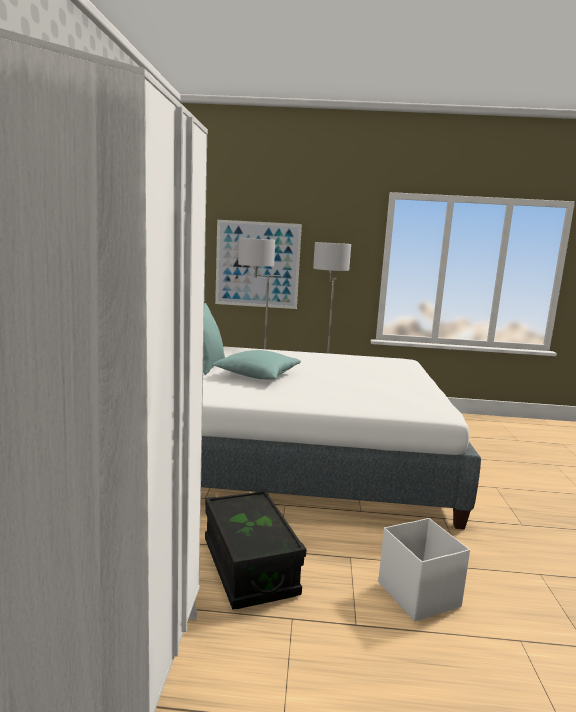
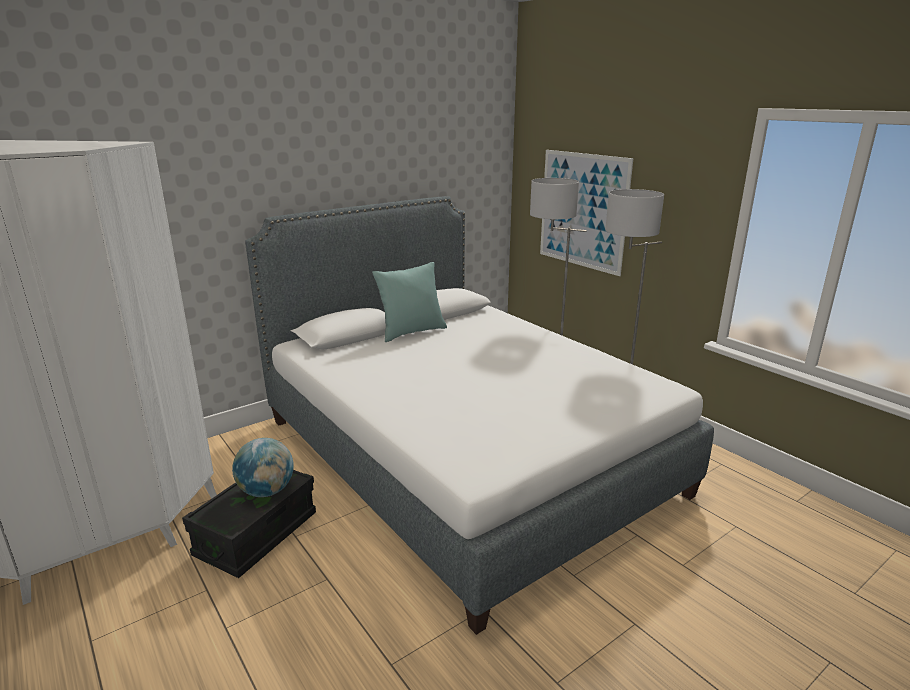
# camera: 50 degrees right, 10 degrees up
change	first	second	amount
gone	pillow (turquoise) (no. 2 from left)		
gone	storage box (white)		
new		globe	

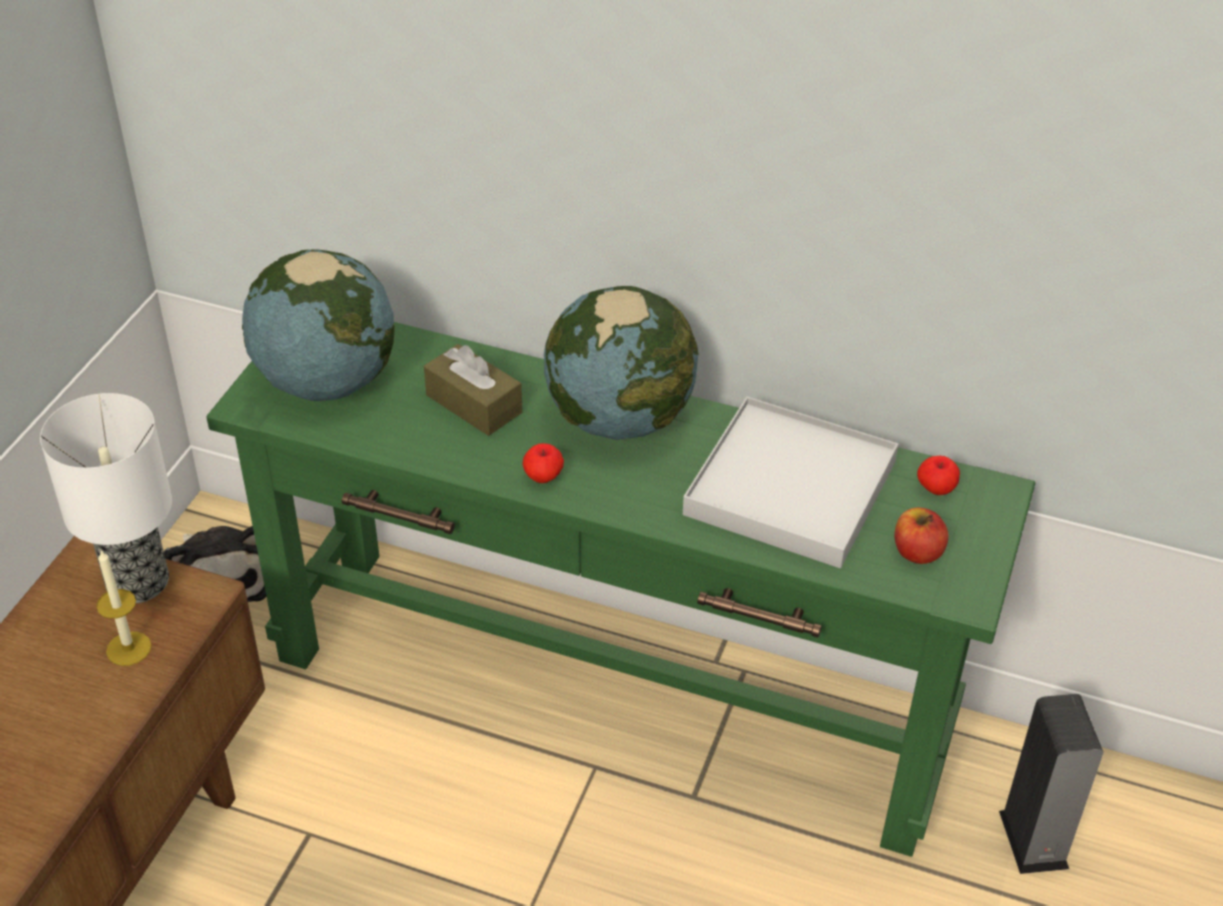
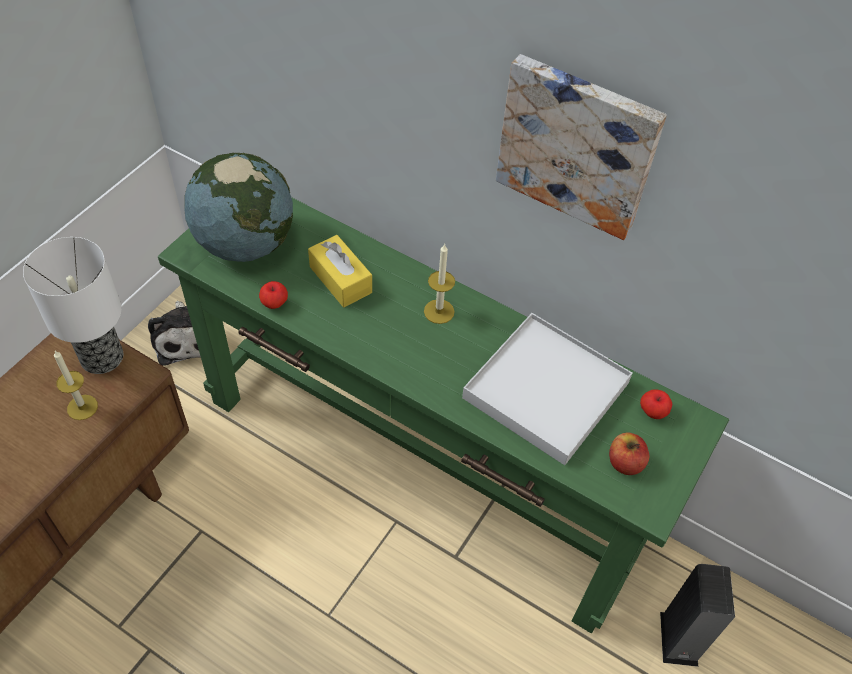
# camera: 10 degrees right, 10 degrees up
change	first	second	amount
new		picture	
shifted	apple (no. 1 from left)		
swapped	globe (no. 2 from left)	candle (no. 2 from left)	
repainted	tissue box (brown)	tissue box (yellow)	

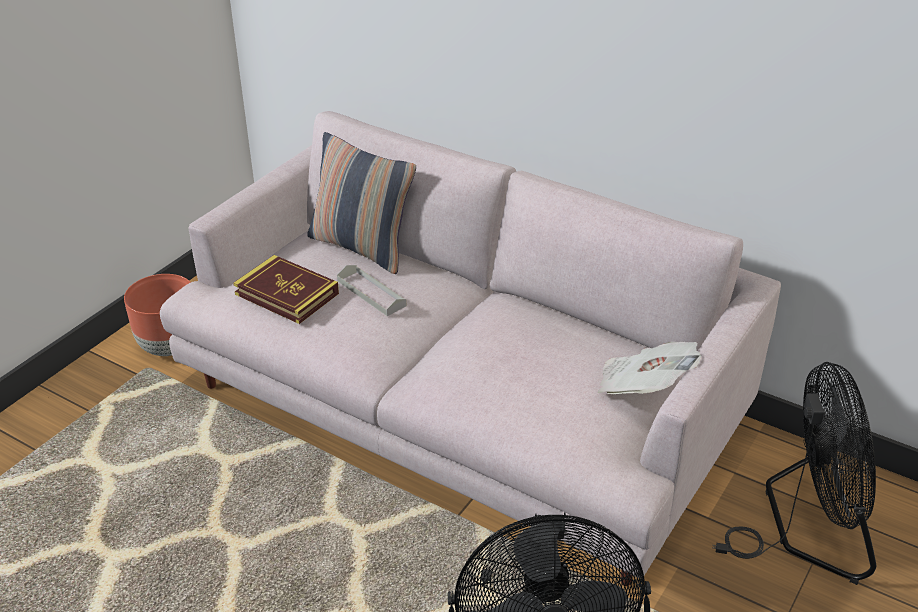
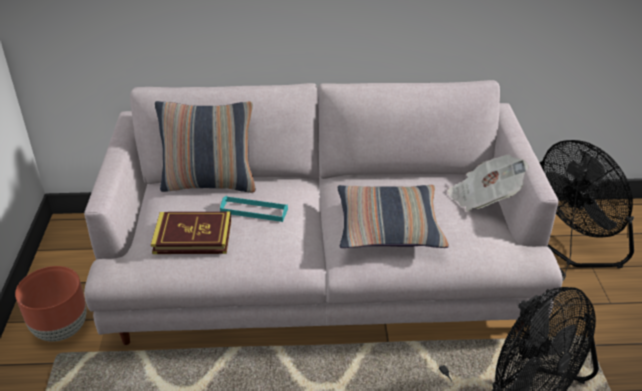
# camera: 35 degrees left, 0 degrees up
change	first	second	amount
new		pillow (no. 2 from left)	
repainted	tray (grey)	tray (turquoise)	

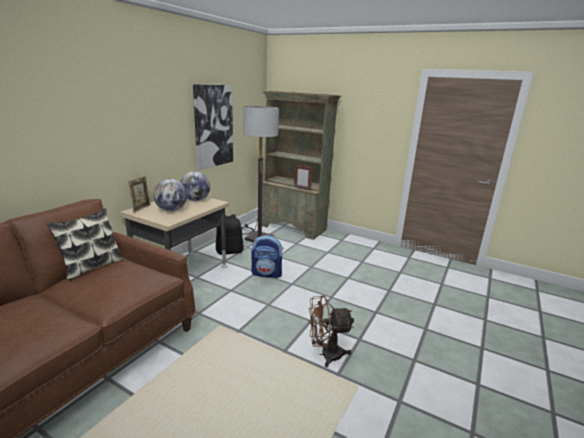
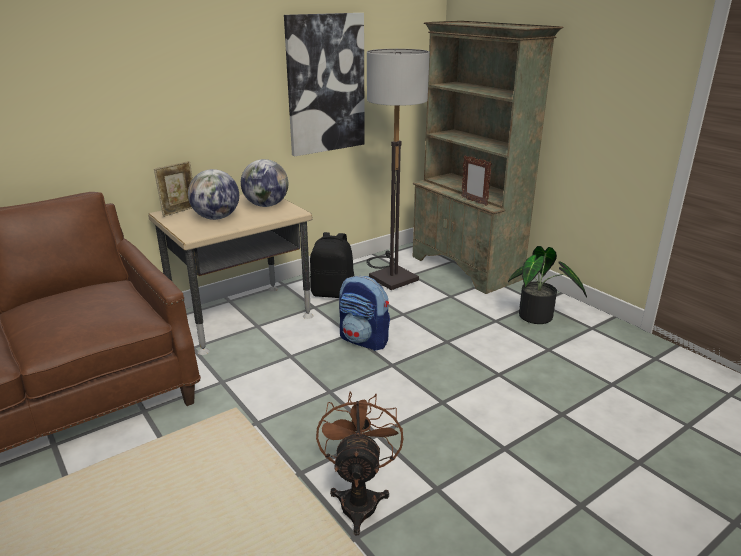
# camera: 25 degrees right, 5 degrees up
change	first	second	amount
gone	pillow		
new		potted plant	
rotated	fan (brown)		75 degrees clockwise

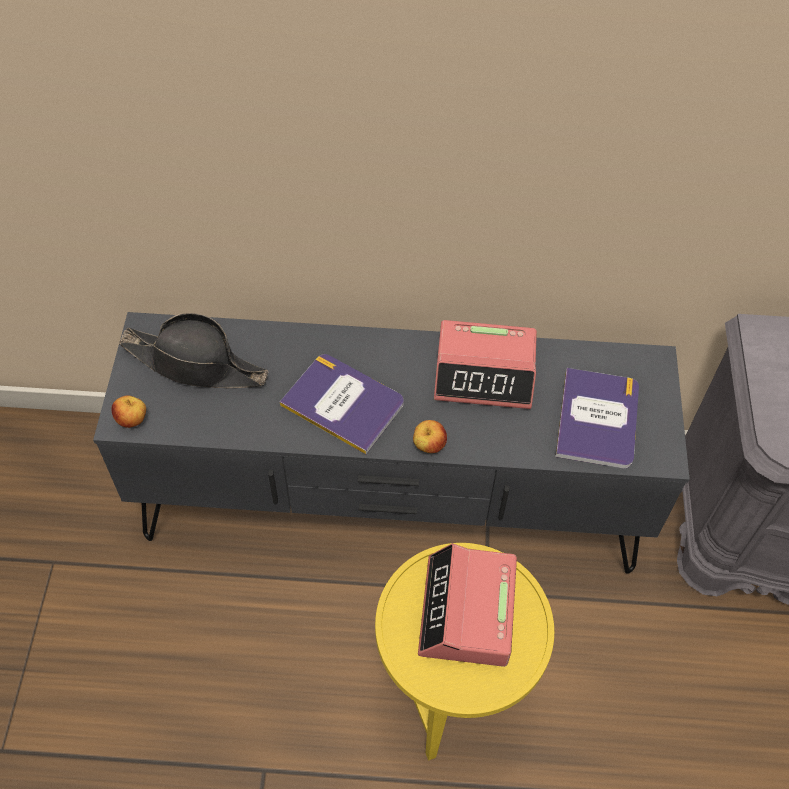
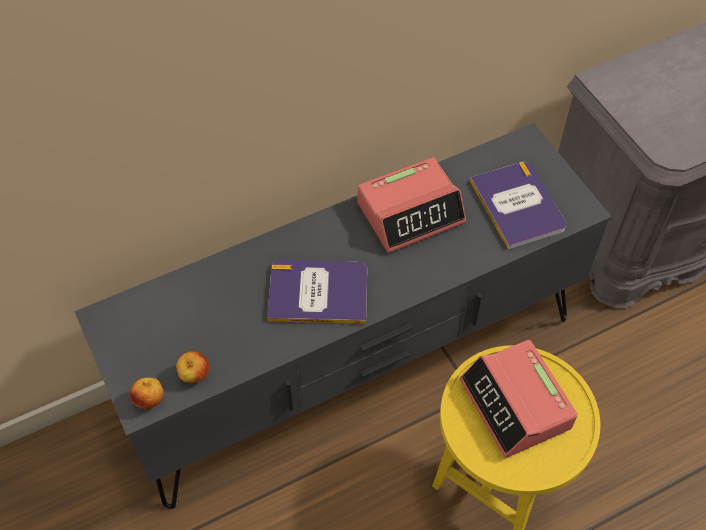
# camera: 30 degrees left, 0 degrees up
change	first	second	amount
gone	hat (black)		
shifted	apple (no. 2 from left)		

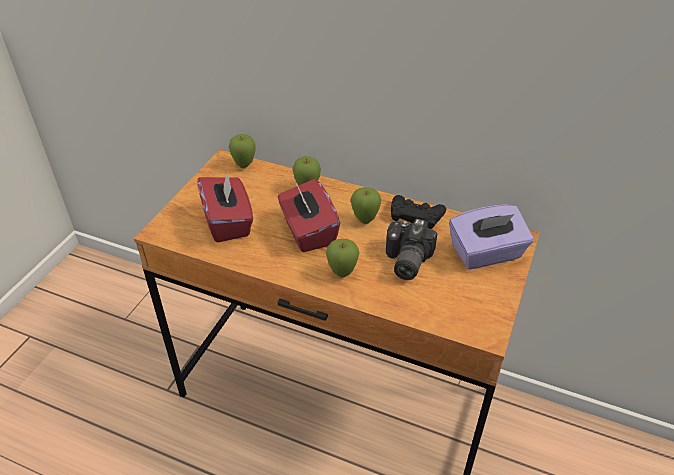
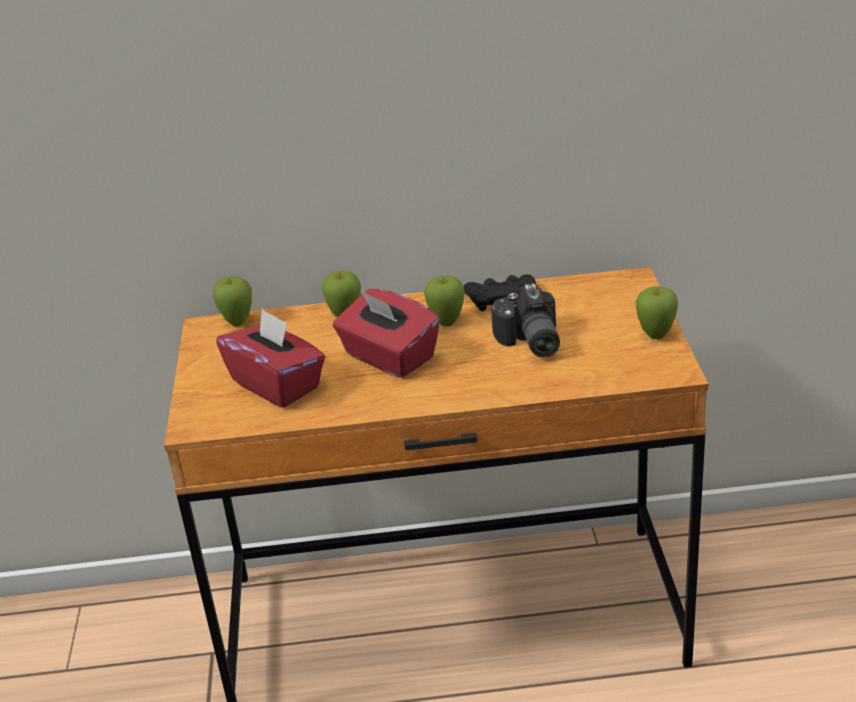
# camera: 25 degrees left, 10 degrees down
change	first	second	amount
gone	tissue box (purple)		
shifted	apple (no. 3 from left in the first image)	apple (no. 4 from left)	

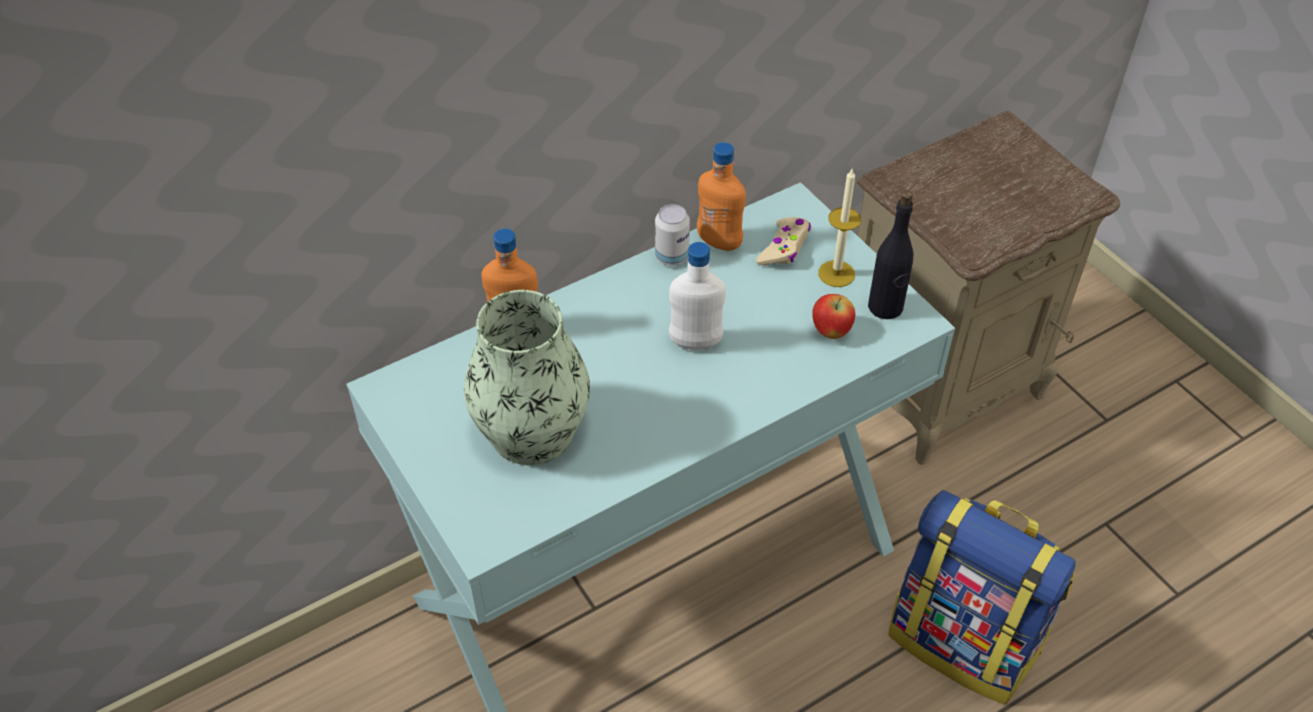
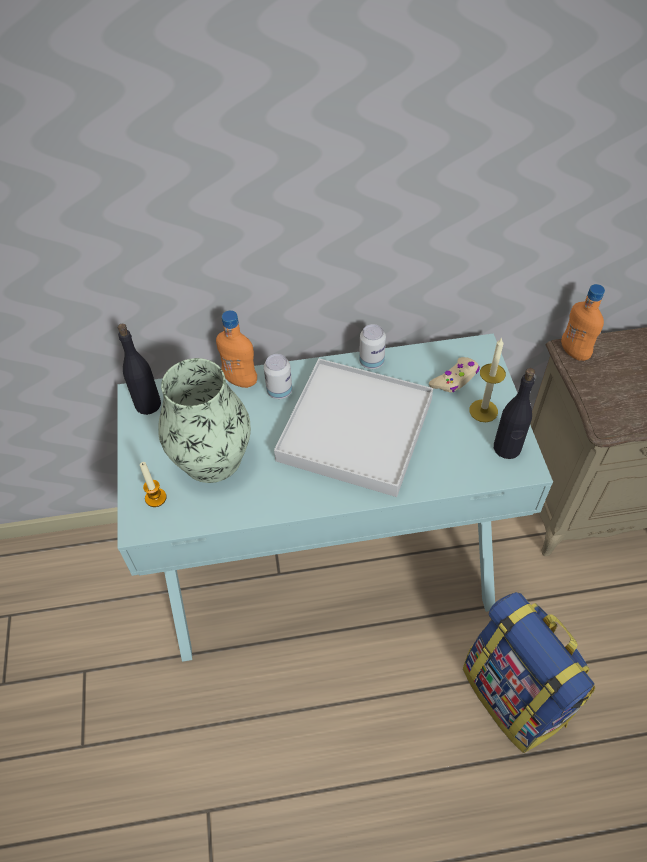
# camera: 25 degrees right, 5 degrees up
change	first	second	amount
gone	apple		
new		bottle (black) (no. 1 from left)	
new		candle (no. 1 from left)	
new		can (no. 1 from left)	
shifted	bottle (orange) (no. 2 from left)		
swapped	bottle (white)	tray (white)	

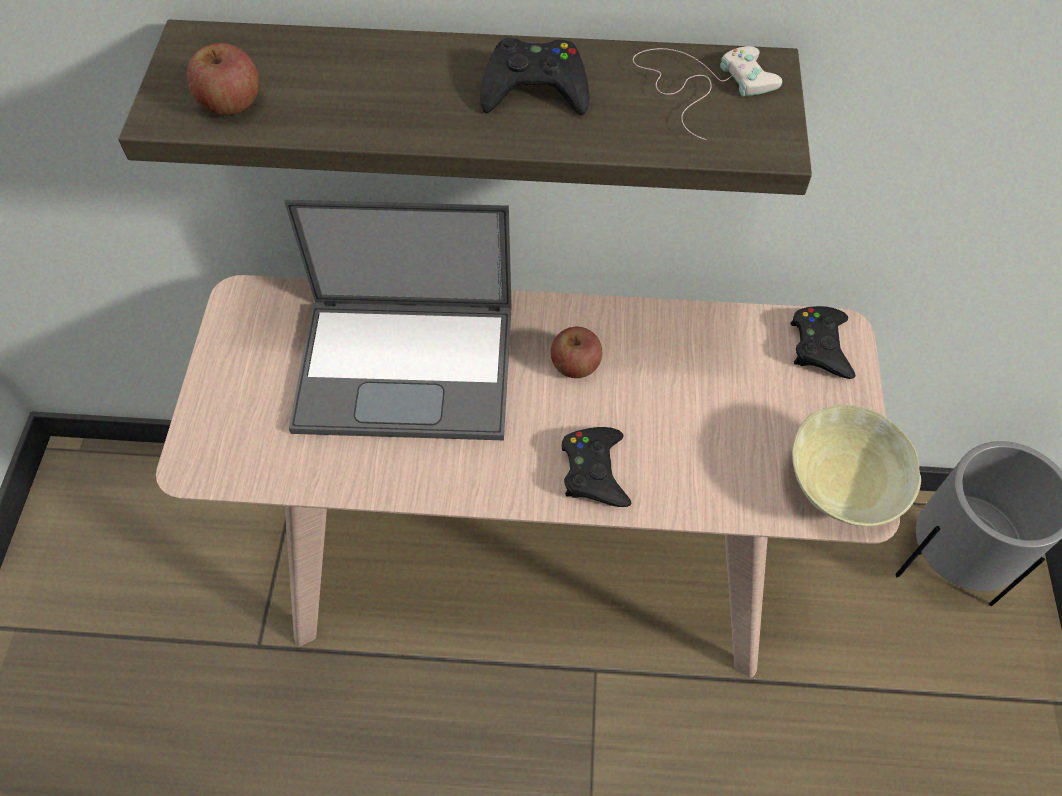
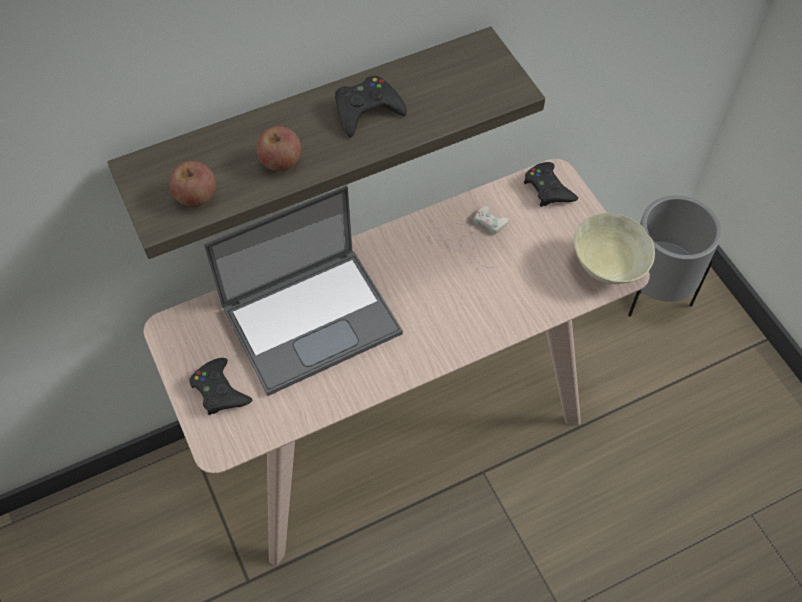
# camera: 30 degrees left, 0 degrees up
change	first	second	amount
shifted	apple (no. 2 from left)		
shifted	game controller (black) (no. 2 from left in the first image)	game controller (black) (no. 1 from left)	
shifted	game controller (white)		

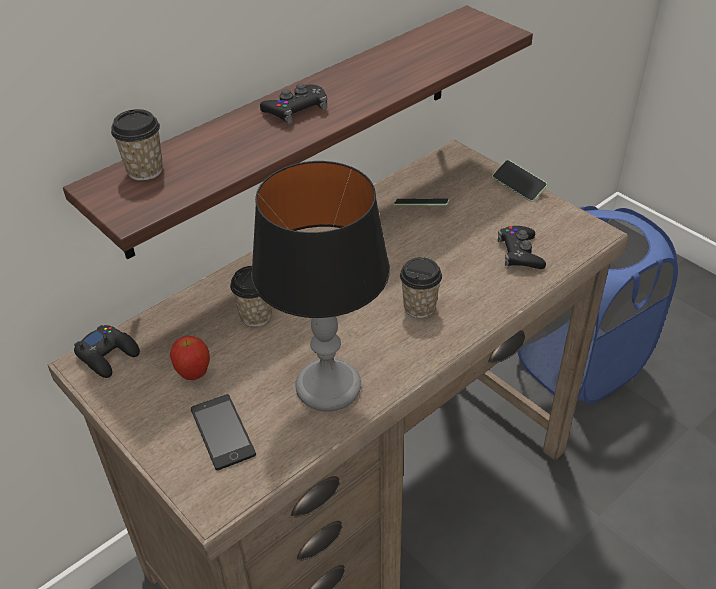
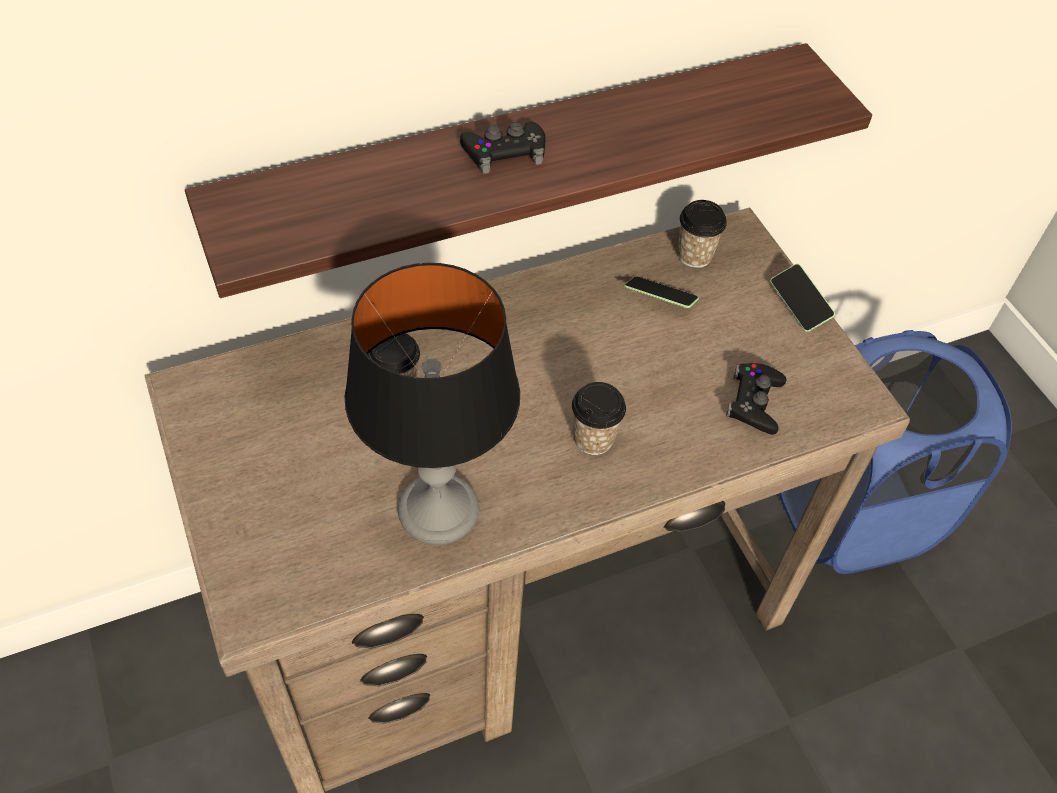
# camera: 15 degrees right, 10 degrees up
change	first	second	amount
gone	game controller (black) (no. 1 from left)		
gone	apple		
gone	phone (no. 1 from left)		
shifted	cup (no. 1 from left in the first image)	cup (no. 3 from left)	

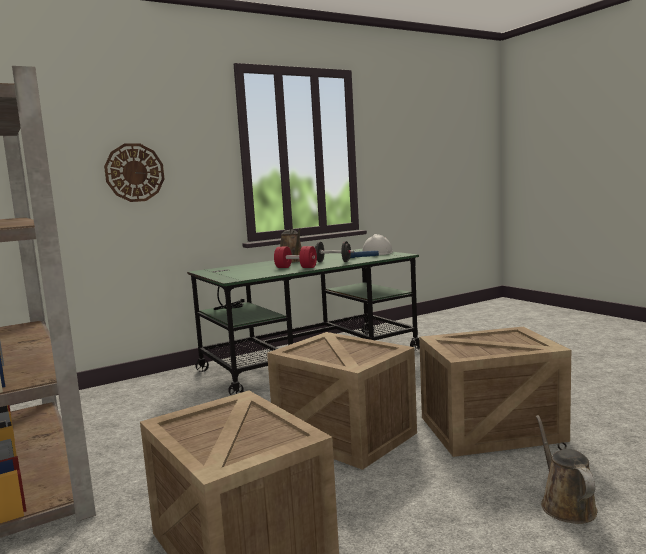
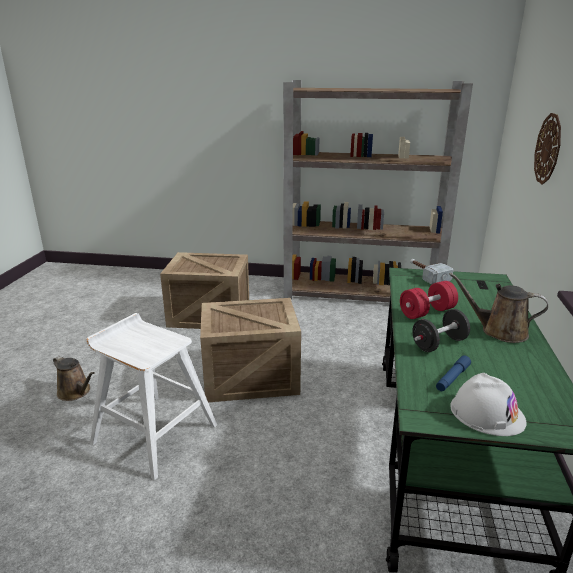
# camera: 130 degrees right, 15 degrees up
change	first	second	amount
new		hammer	
swapped	crate (no. 3 from left)	stool (white)	

